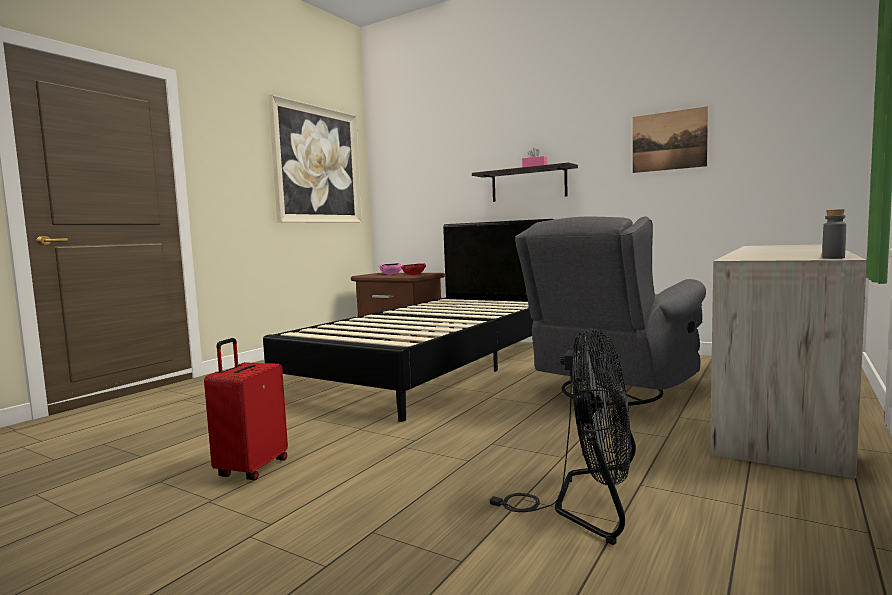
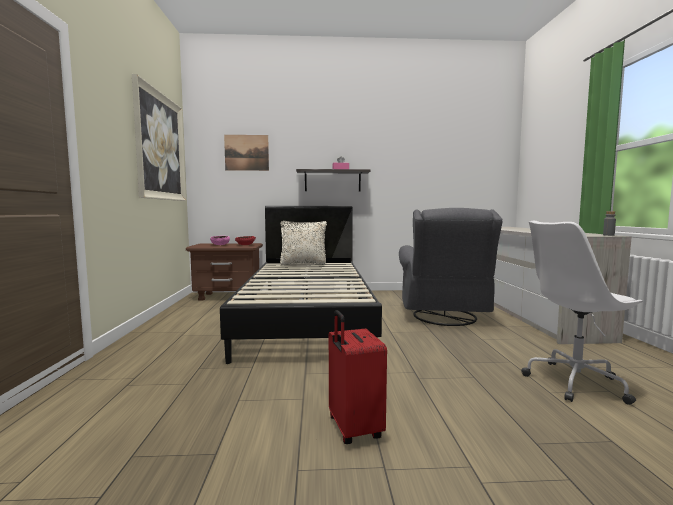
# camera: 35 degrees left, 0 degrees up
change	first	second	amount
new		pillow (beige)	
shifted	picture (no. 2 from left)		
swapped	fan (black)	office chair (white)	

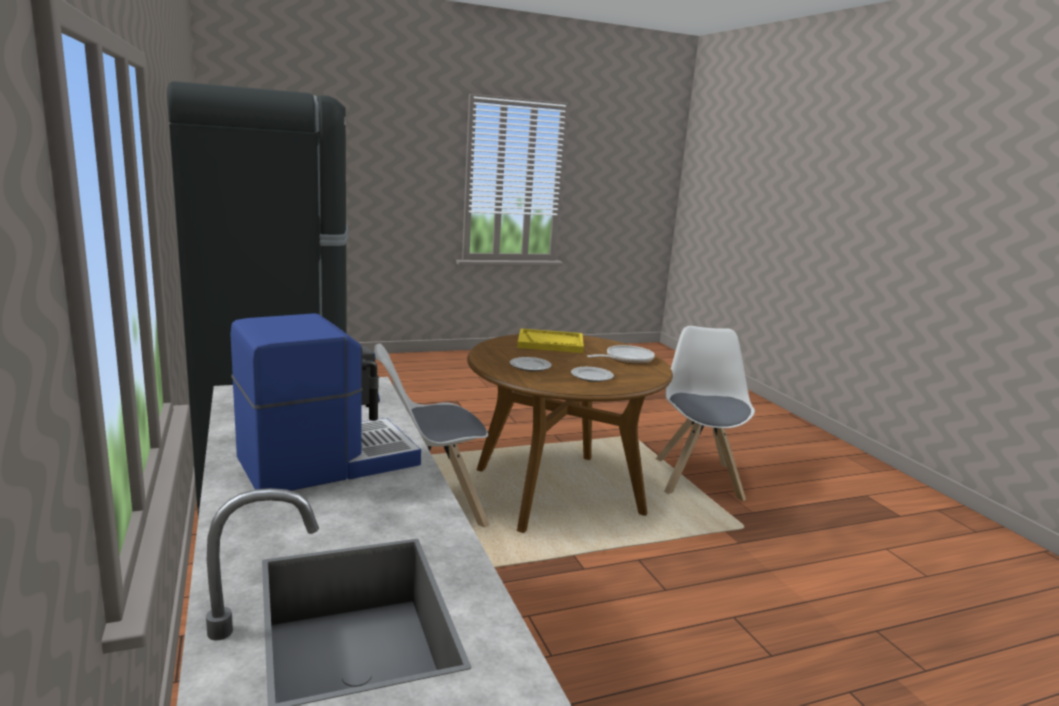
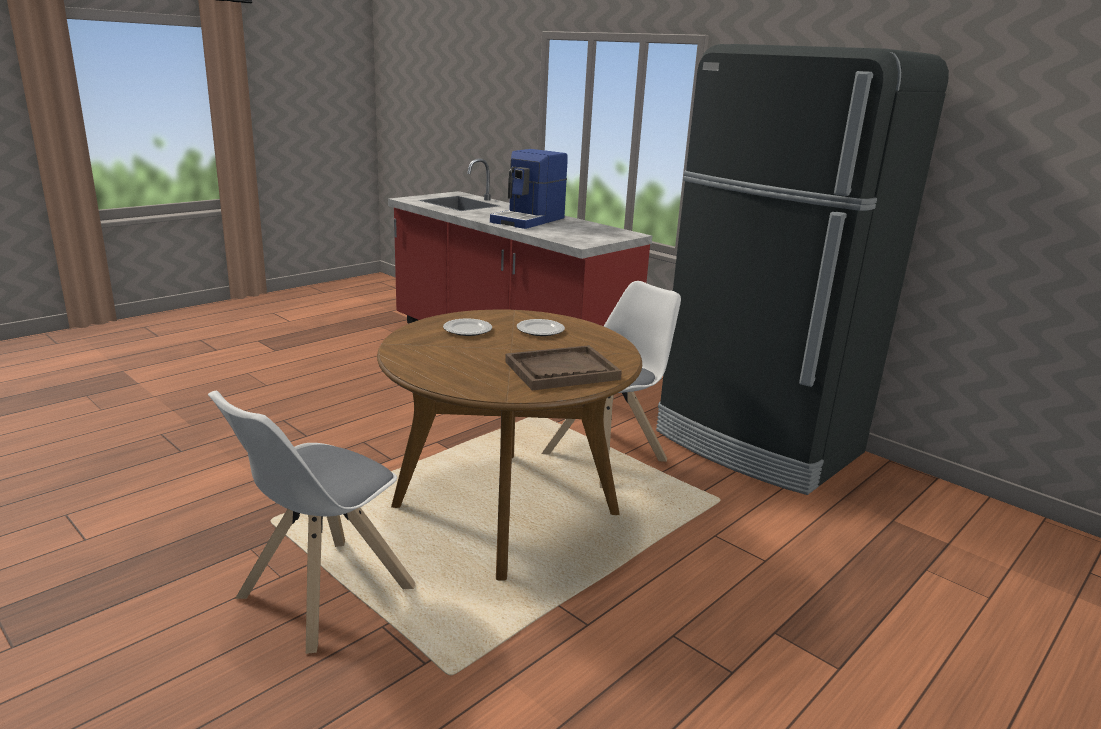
# camera: 155 degrees right, 5 degrees up
change	first	second	amount
gone	frying pan		
repainted	tray (yellow)	tray (brown)	
rotated	chair (no. 2 from left in the first image)	chair (no. 1 from left)	60 degrees clockwise

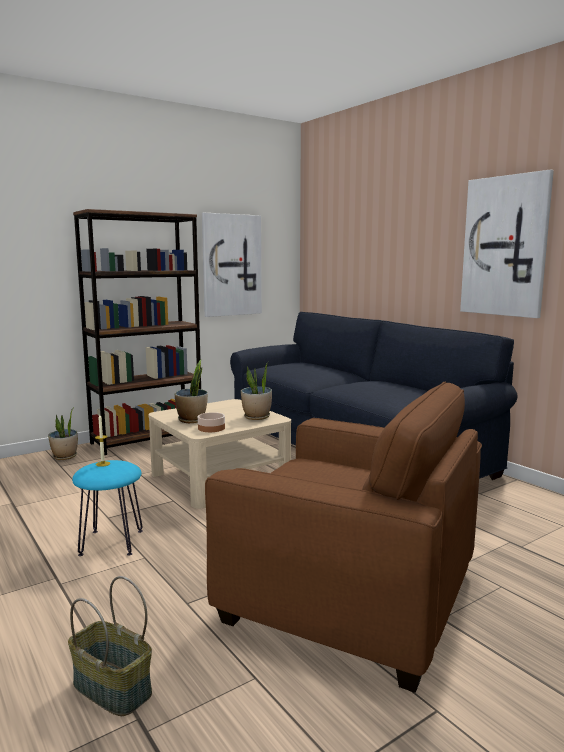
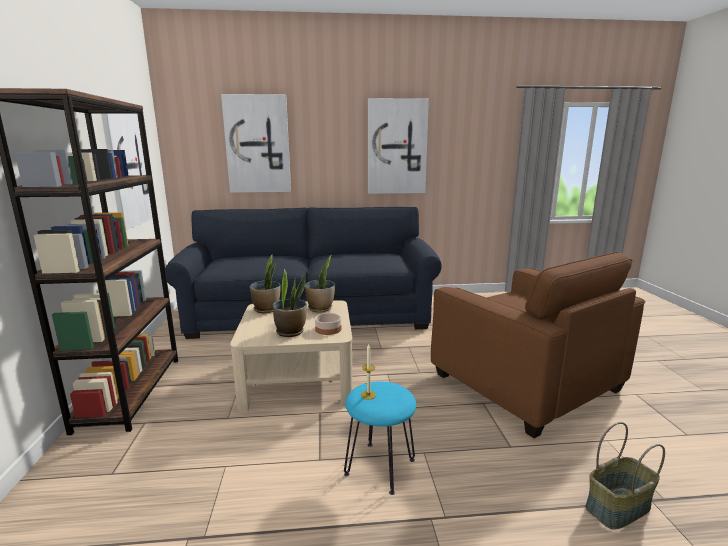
# camera: 60 degrees left, 5 degrees up
change	first	second	amount
new		picture (no. 2 from left)	
shifted	potted plant (no. 1 from left)		
rotated	armchair (brown)		90 degrees clockwise

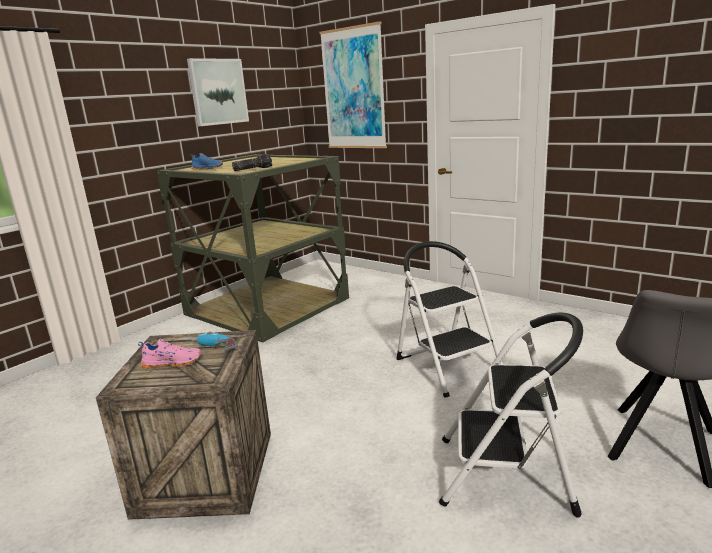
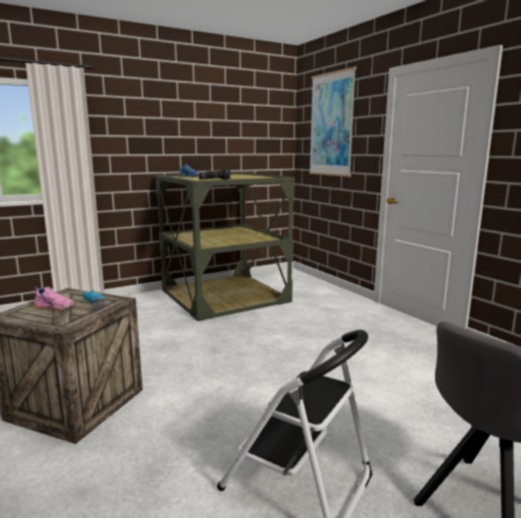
# camera: 20 degrees right, 5 degrees down
change	first	second	amount
gone	picture (no. 1 from left)		
gone	step ladder (no. 1 from left)		

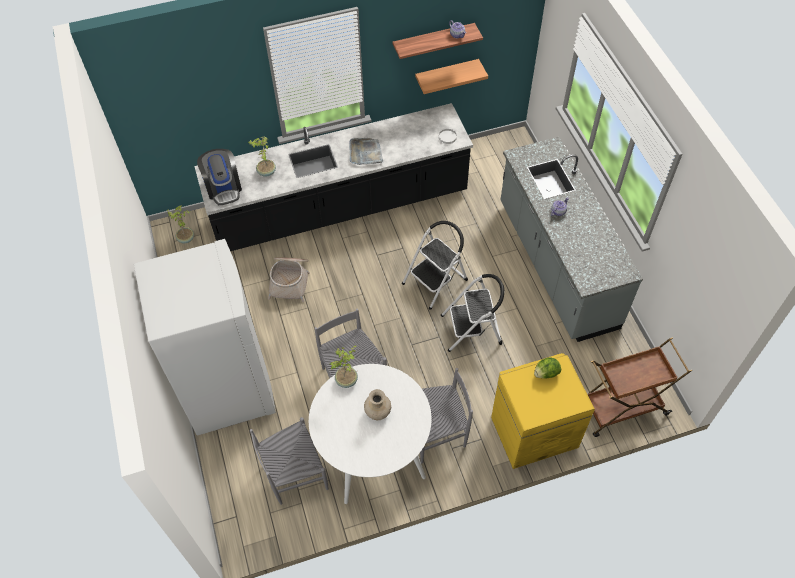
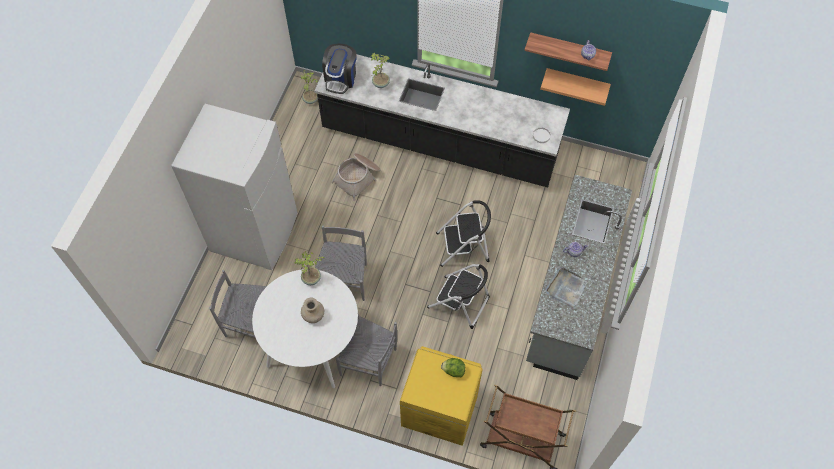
# camera: 35 degrees right, 5 degrees up
change	first	second	amount
shifted	tray (grey)		

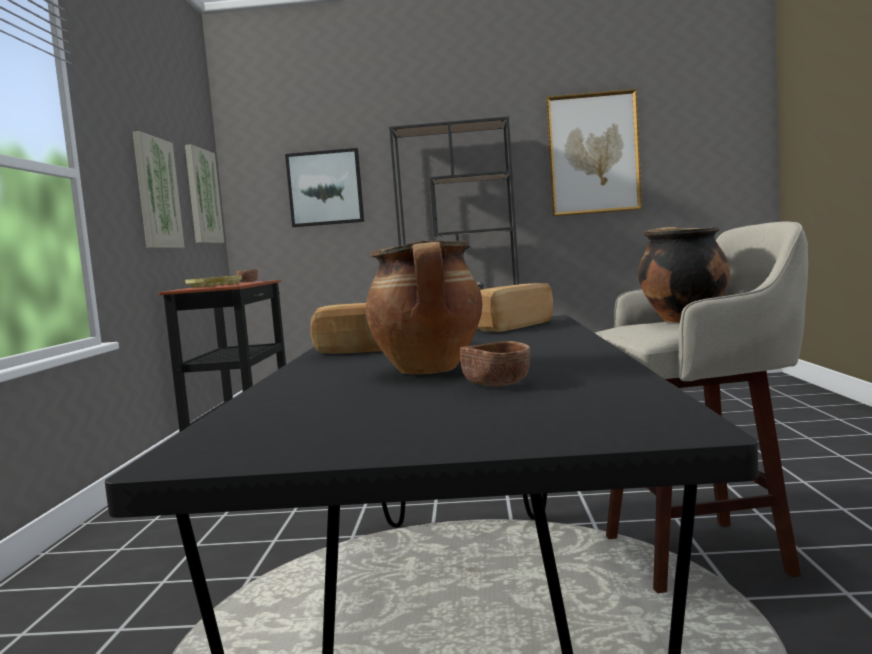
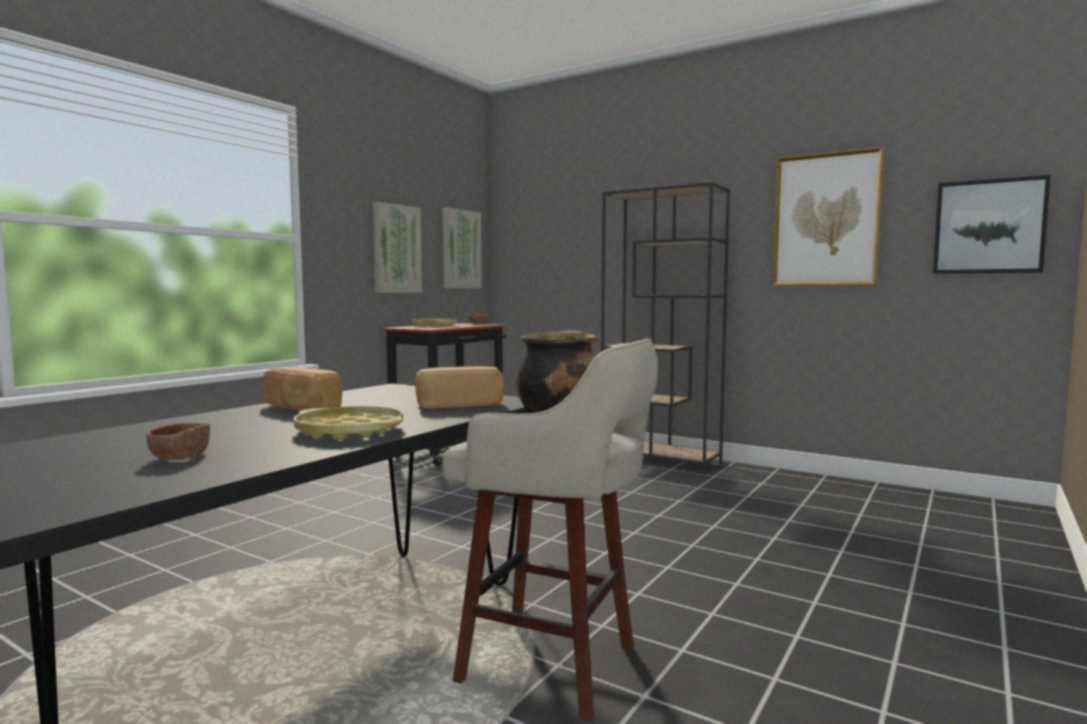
# camera: 30 degrees right, 0 degrees up
change	first	second	amount
gone	cooking pot (no. 1 from left)		
new		tray (yellow) (no. 1 from left)	
shifted	picture (no. 3 from left in the first image)	picture (no. 4 from left)	

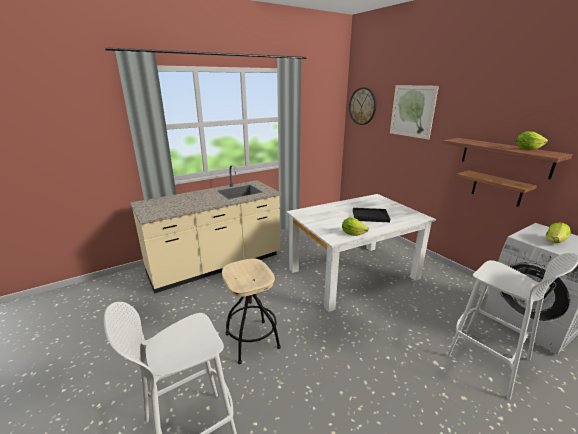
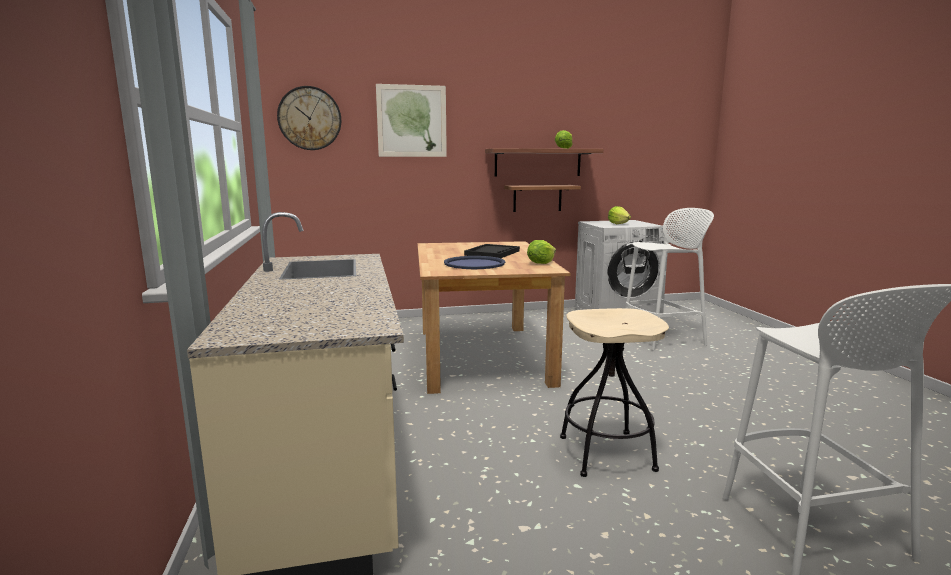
# camera: 70 degrees left, 10 degrees down
change	first	second	amount
new		tray (blue)	
repainted	dining table (white)	dining table (brown)	

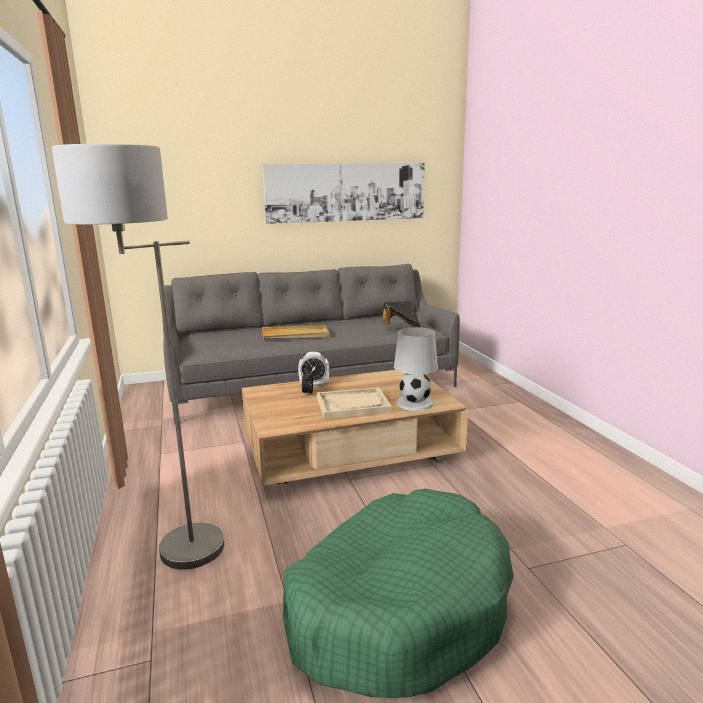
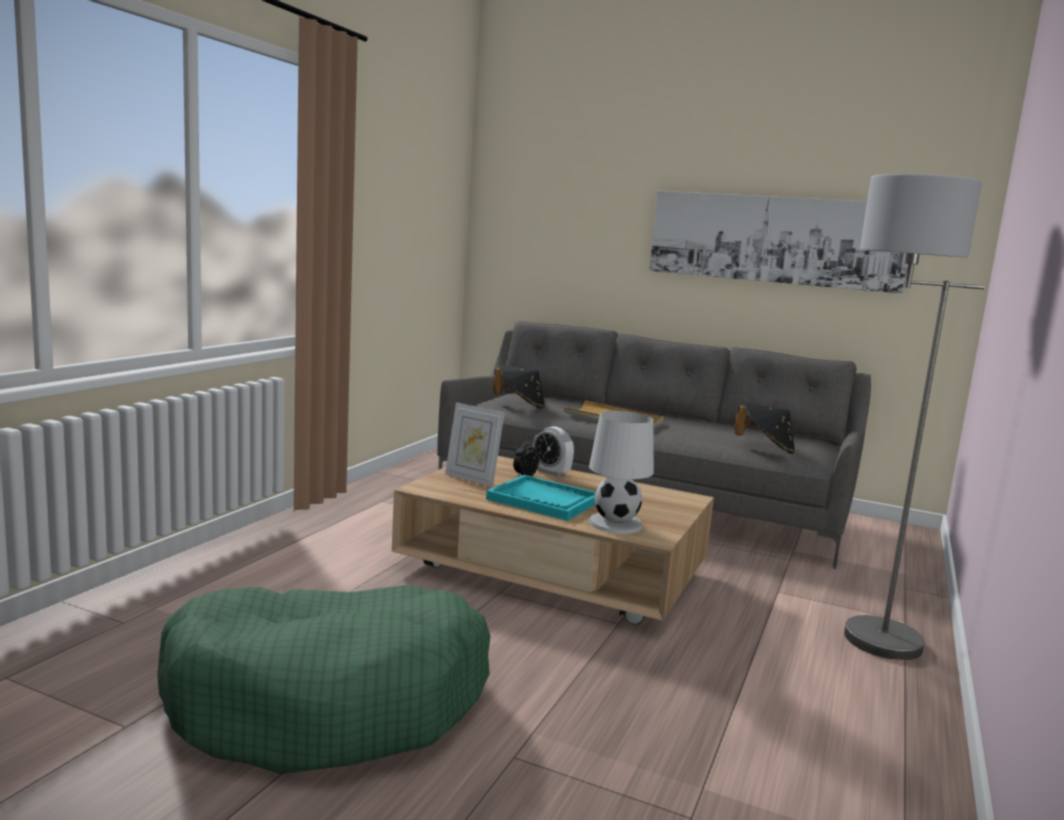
# camera: 40 degrees right, 5 degrees down
change	first	second	amount
new		picture frame	
new		hat (black) (no. 1 from left)	
shifted	floor lamp (grey)		
repainted	tray (beige) (no. 2 from left)	tray (turquoise)	

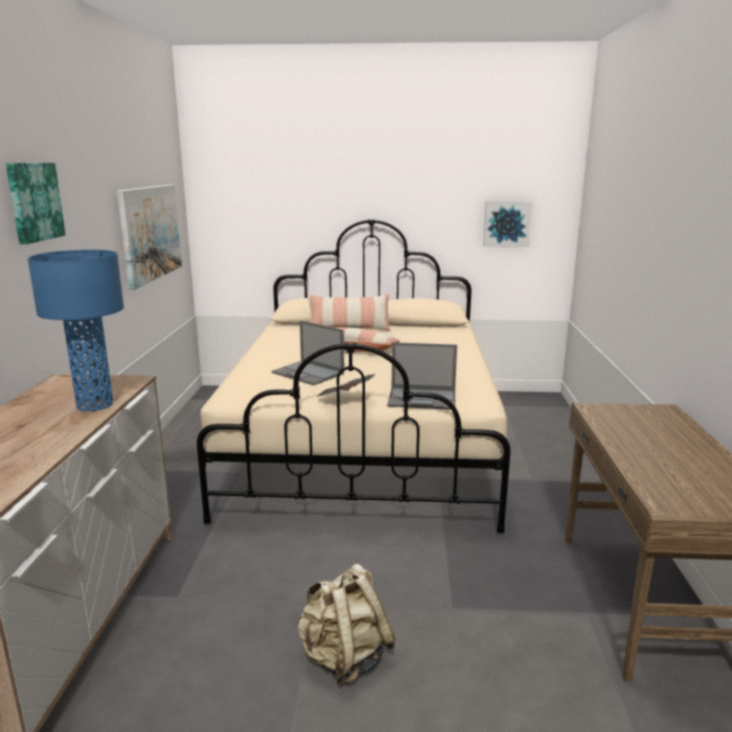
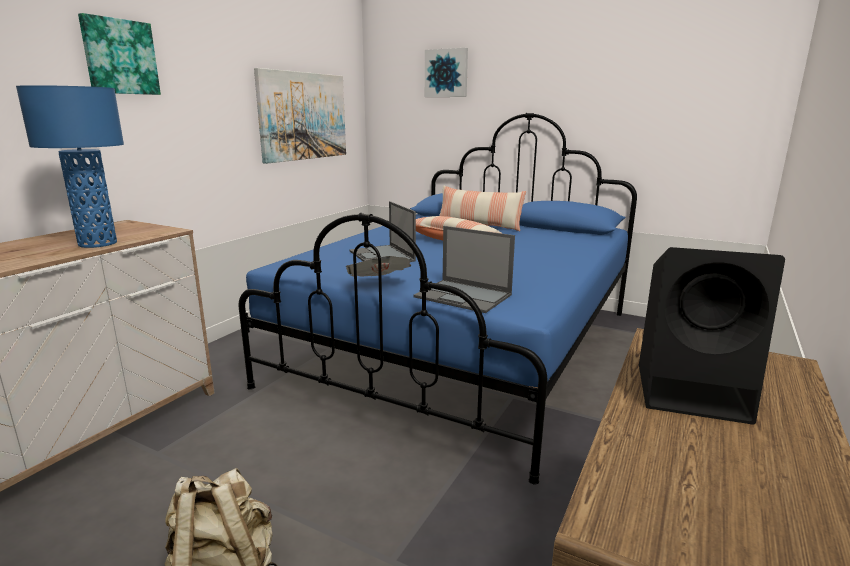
# camera: 25 degrees right, 0 degrees up
change	first	second	amount
new		speaker (black)	
shifted	picture (no. 3 from left)		
repainted	bed (beige)	bed (blue)	

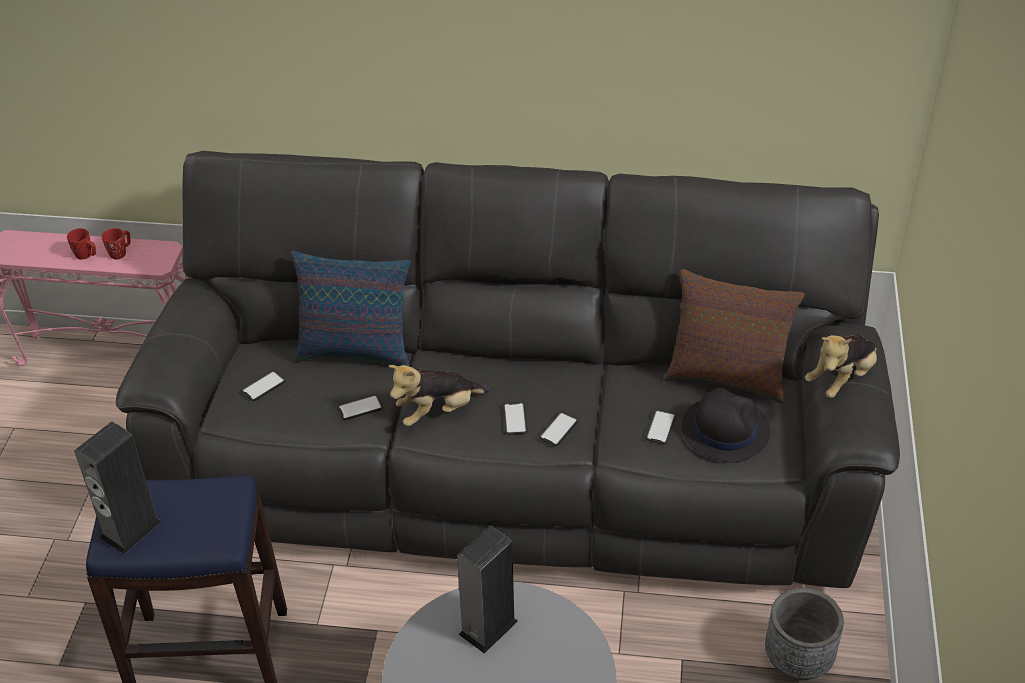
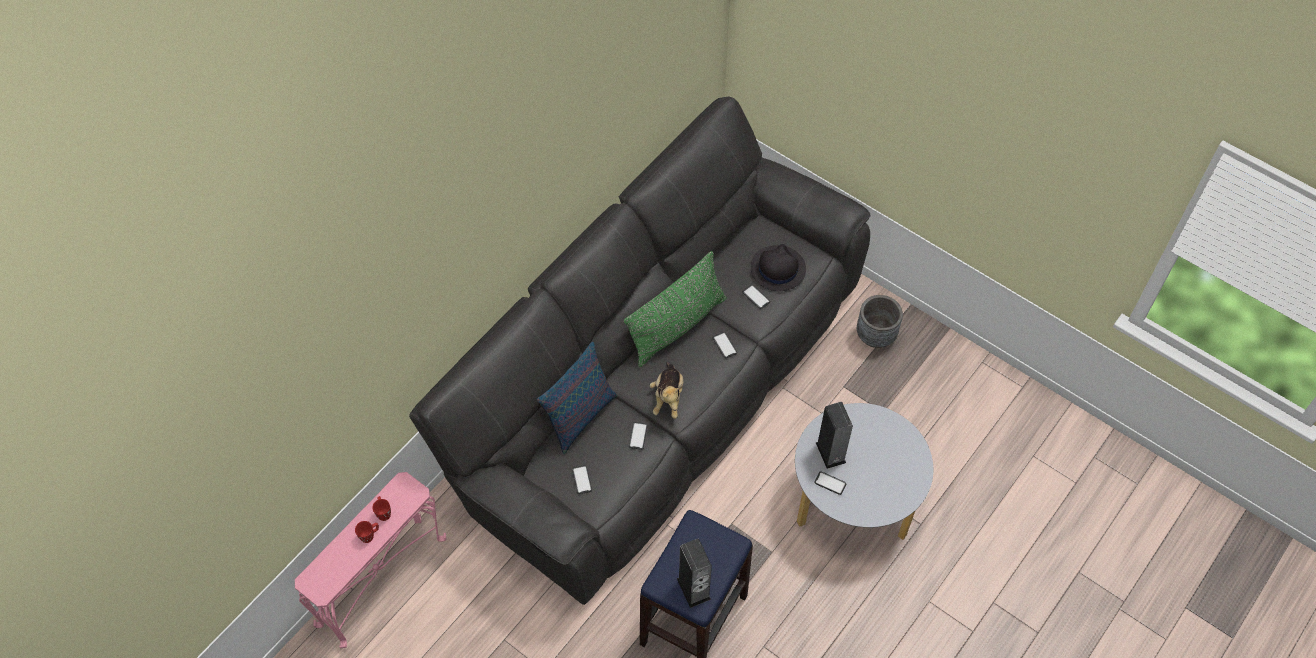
# camera: 60 degrees left, 15 degrees up
change	first	second	amount
gone	pillow (brown)		
gone	plush toy (no. 2 from left)		
new		pillow (green)	
shifted	phone (no. 3 from left in the first image)	phone (no. 5 from left)	

